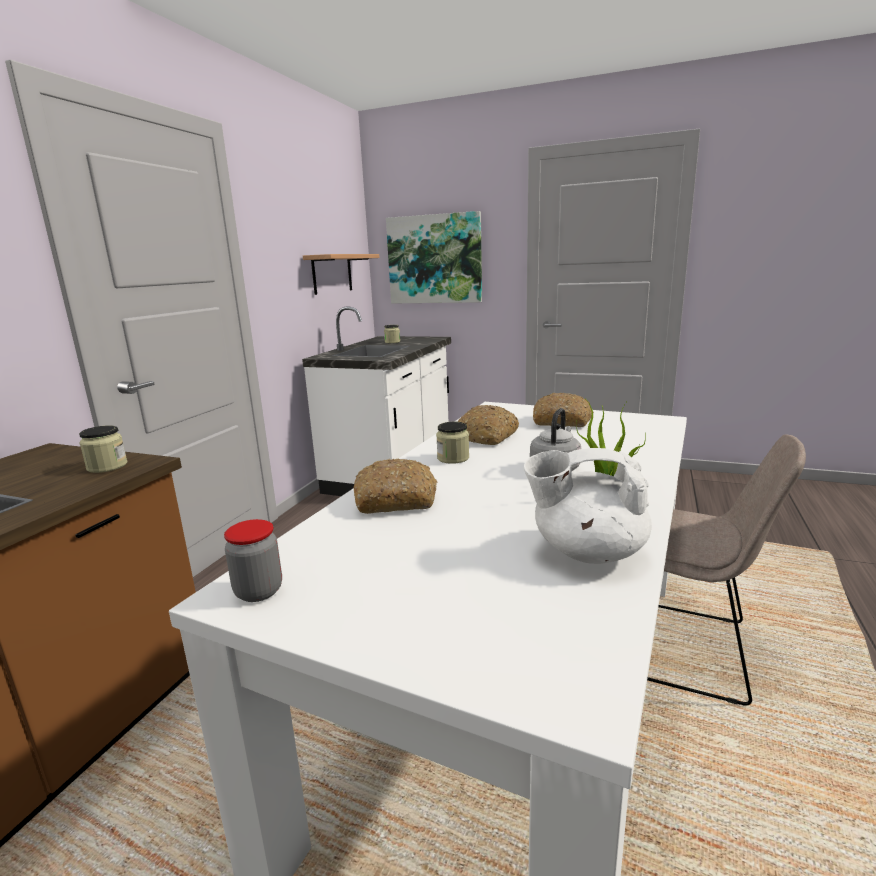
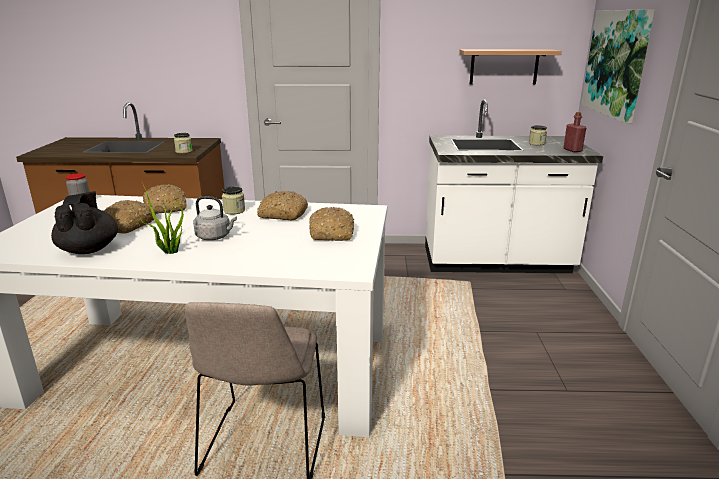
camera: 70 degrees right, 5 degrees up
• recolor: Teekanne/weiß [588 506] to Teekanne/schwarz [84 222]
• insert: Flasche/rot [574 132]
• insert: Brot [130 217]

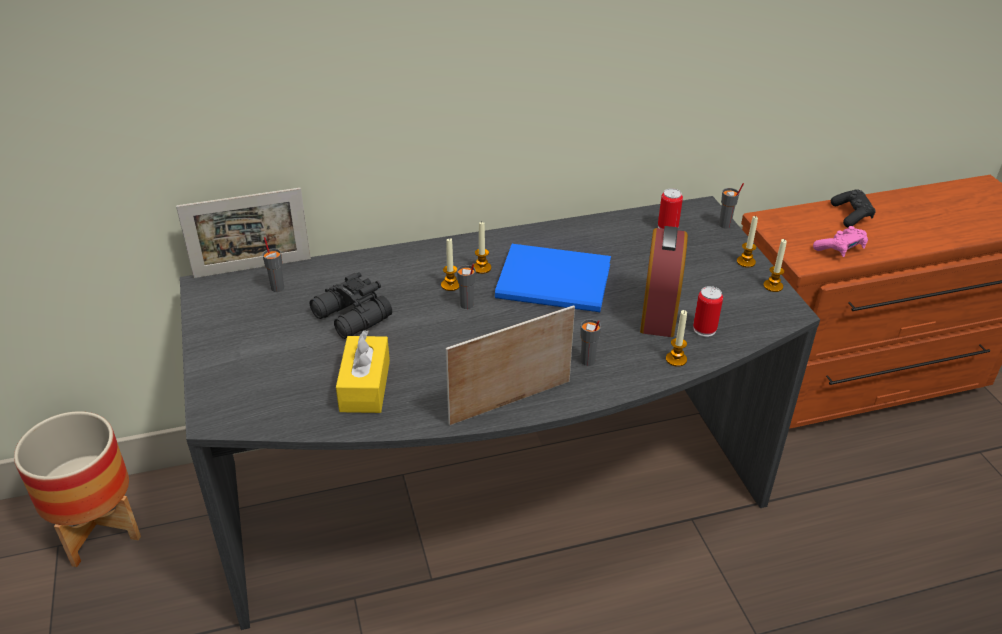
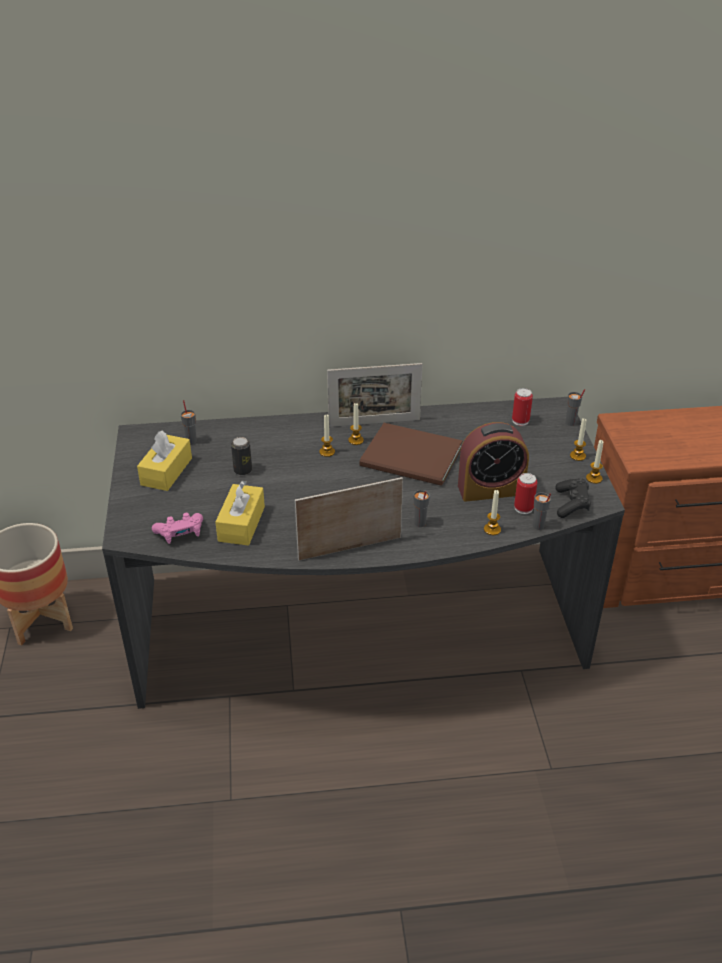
camera: 10 degrees right, 0 degrees up
• move: Bilderrahmen [243 233] to [375 395]
• move: Gamepad/schwarz [853 208] to [573 498]
• rotate: Wecker [664 281] = [493 462] 120 degrees counterclockwise
• move: Gamepad/rosa [840 241] to [177 528]
• recolor: Buch/blau [553 278] to Buch/braun [411 454]
• move: Tasse/grau [466 286] to [542 511]
• replace: Fernglas/schwarz [351 305] to Dose [241 456]
• insert: Taschentuchbox/gelb [164 461]

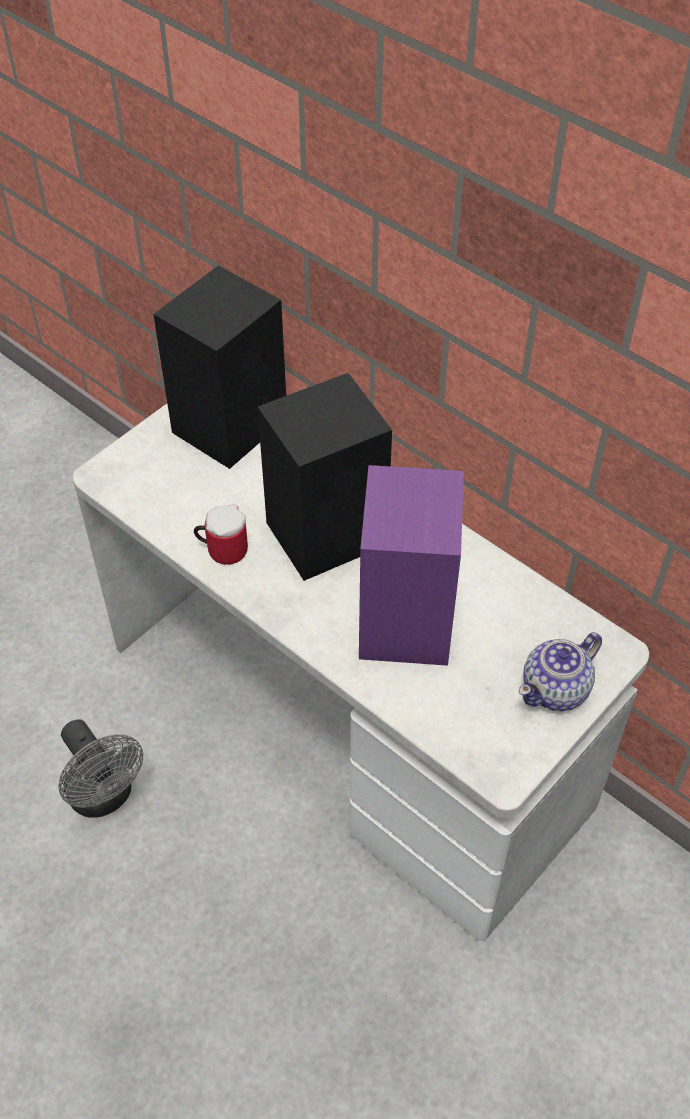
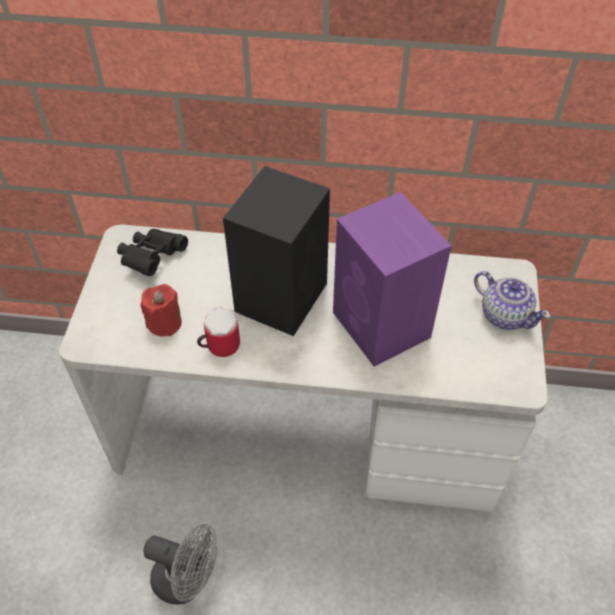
camera: 35 degrees left, 0 degrees up
• replace: Lautsprecher/schwarz [219 367] to Fernglas/schwarz [152 252]
• rotate: Teekanne [560 671] = [512 300] 60 degrees counterclockwise
• insert: Kerze/rot [161 310]

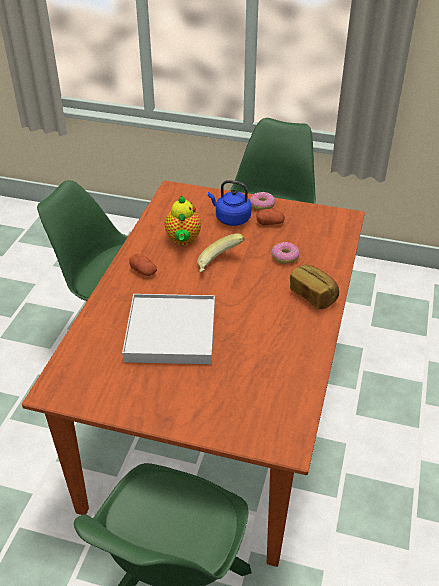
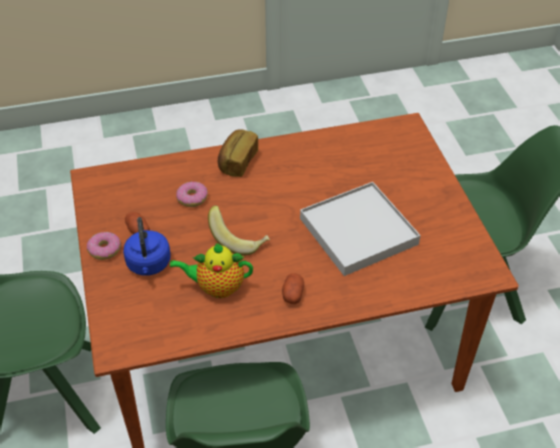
camera: 120 degrees left, 5 degrees up
• rotate: Teekanne [182 220] = [211 270] 150 degrees counterclockwise

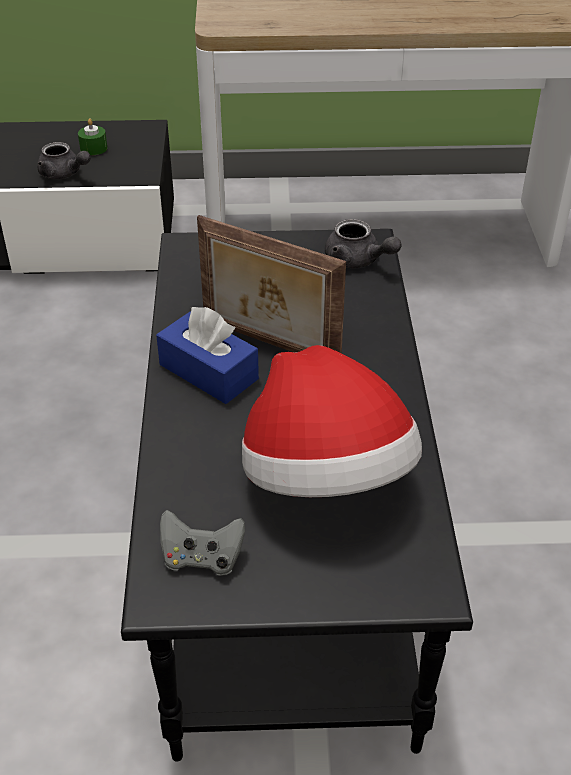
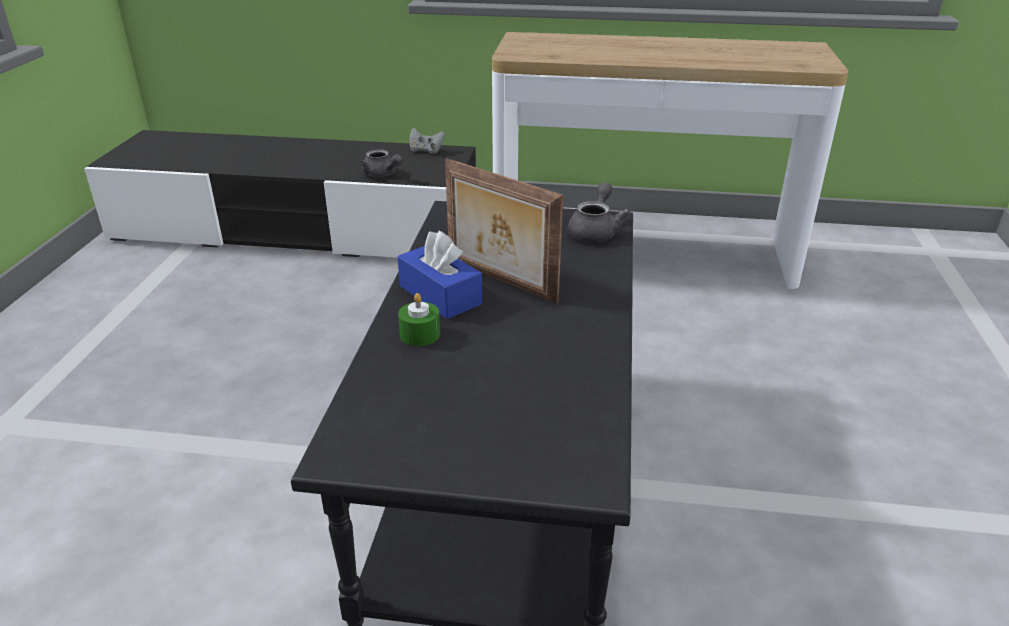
camera: 10 degrees right, 10 degrees down
• move: Kerze/grün [92 136] to [419 319]
• rotate: Teekanne/grau [363 243] = [599 212] 120 degrees counterclockwise
• delete: Hut [332 421]
• move: Gamepad/grau [202 543] to [427 141]

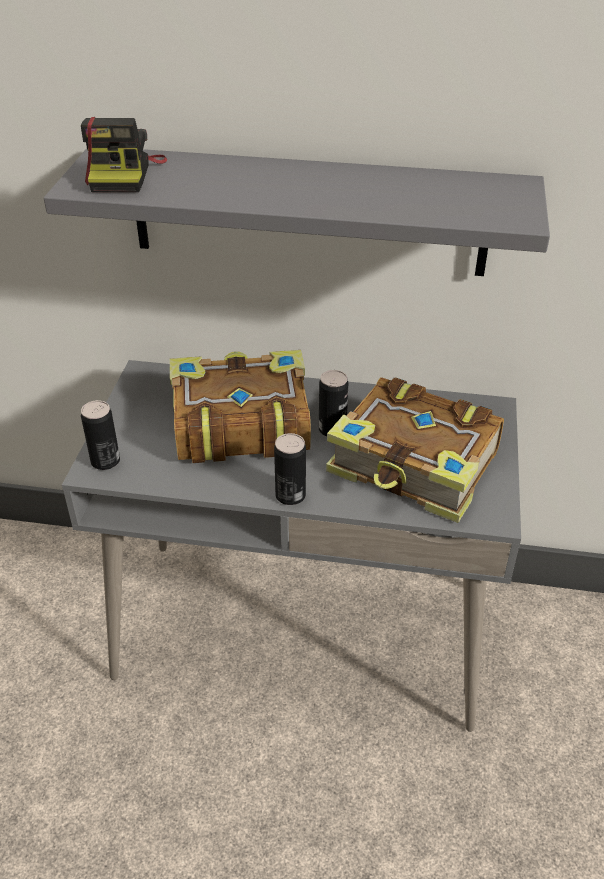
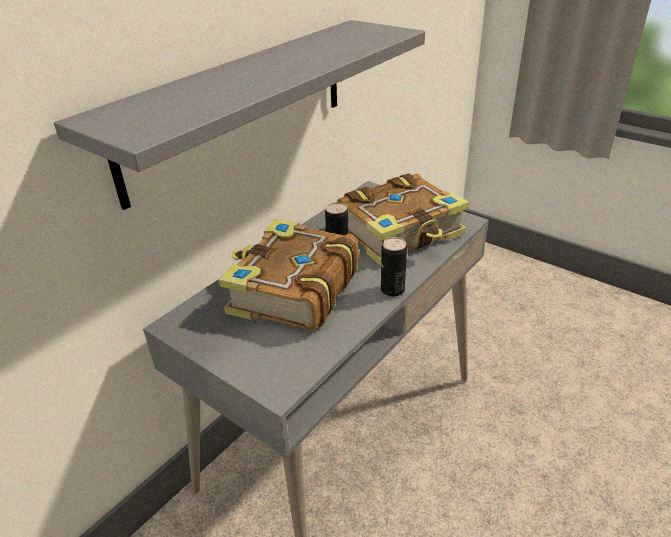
camera: 60 degrees left, 5 degrees down
• delete: Kamera [124 154]
• delete: Dose [100 435]

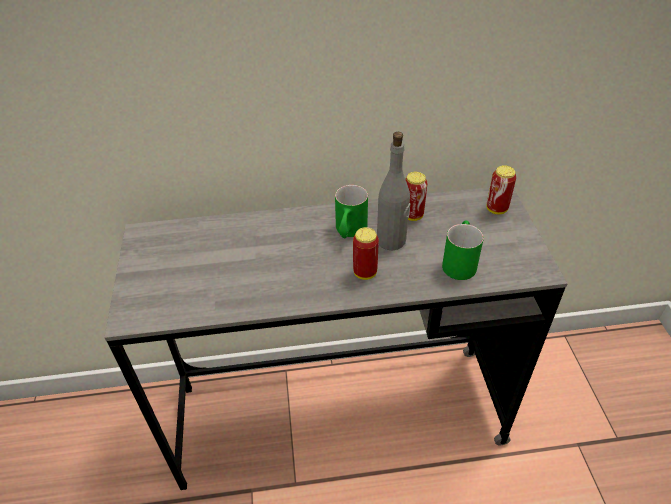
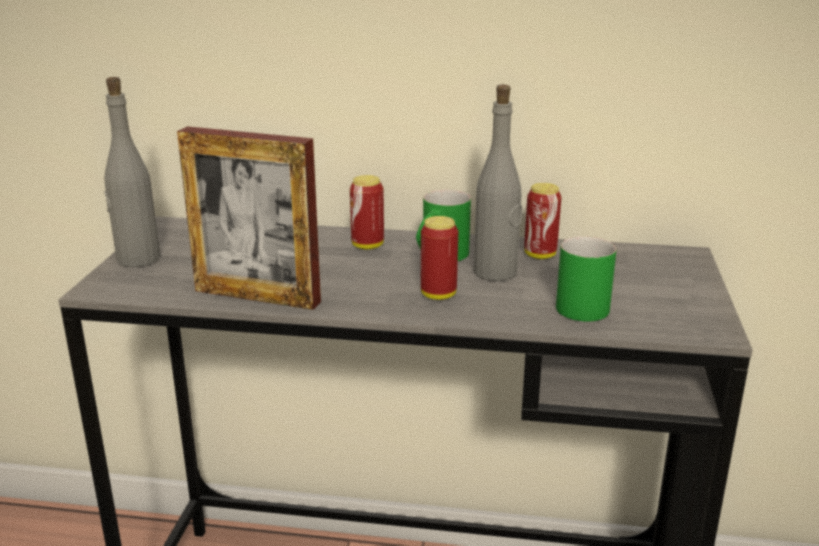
camera: 15 degrees right, 20 degrees down
• move: Dose [501 189] to [367 212]
• insert: Flasche/grau [132 172]
• insert: Bilderrahmen [249 218]

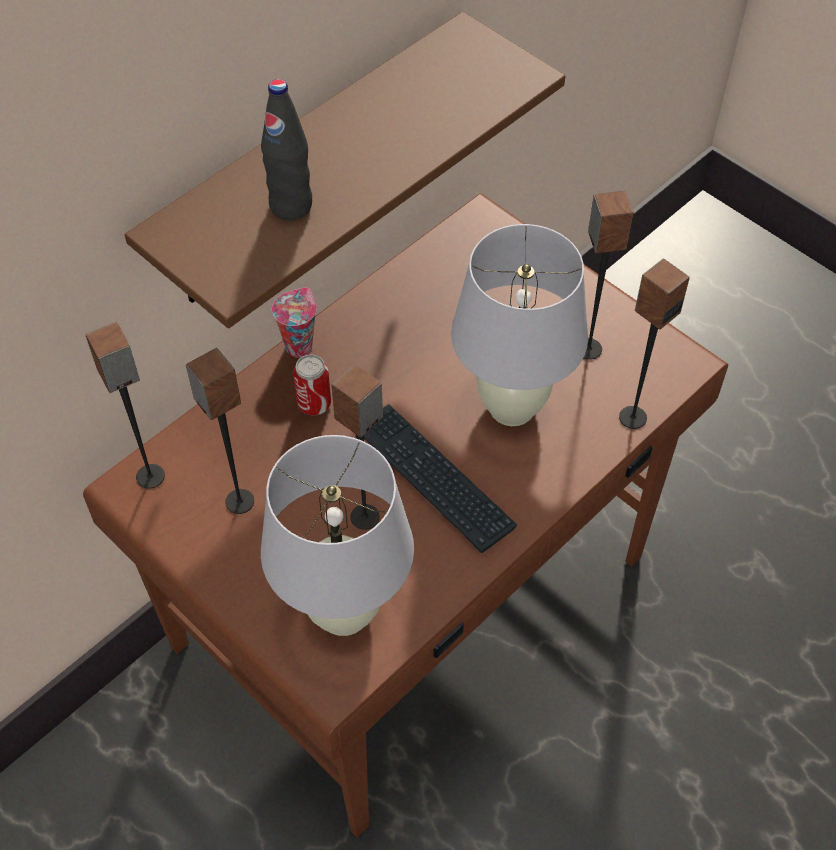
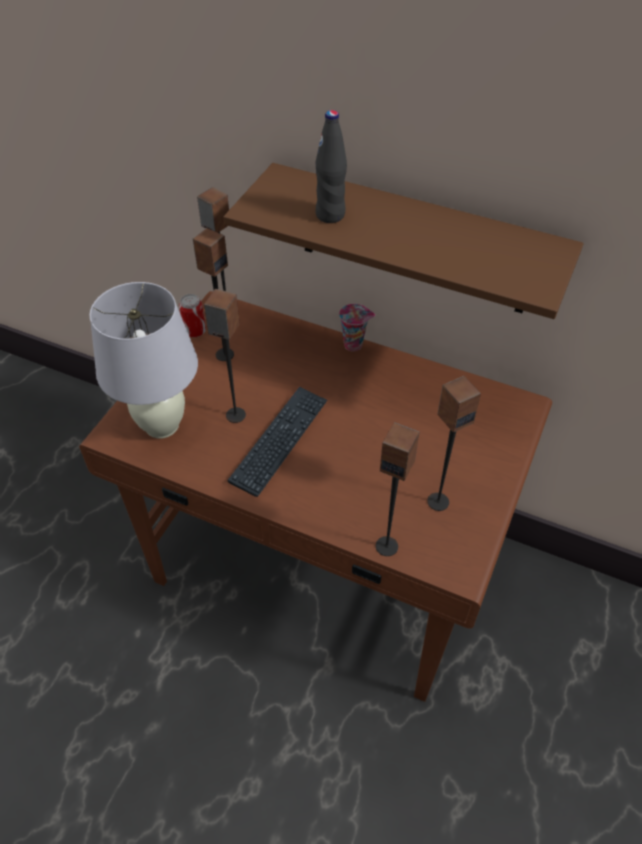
camera: 70 degrees right, 5 degrees down
• delete: Tischlampe/weiß [519 325]
• move: Dose [312 384] to [192 315]

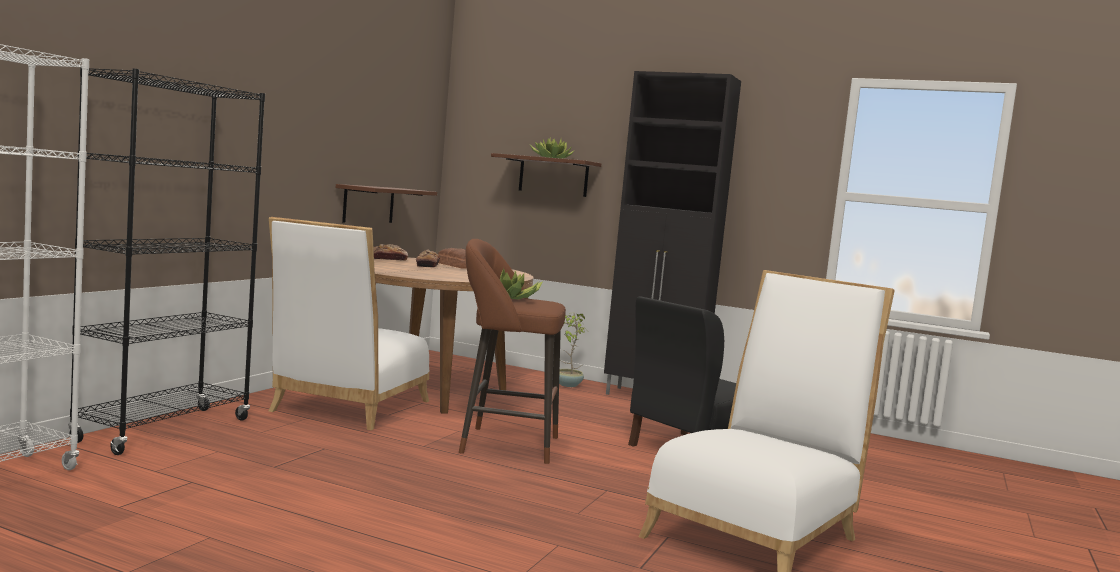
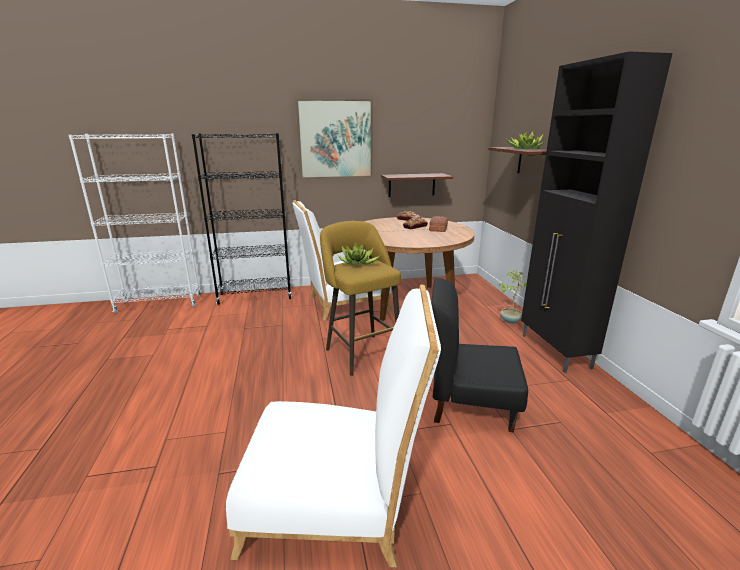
camera: 55 degrees right, 15 degrees up
• recolor: Hocker/braun [512 351] to Hocker/gelb [360 298]
• insert: Bild [334 138]

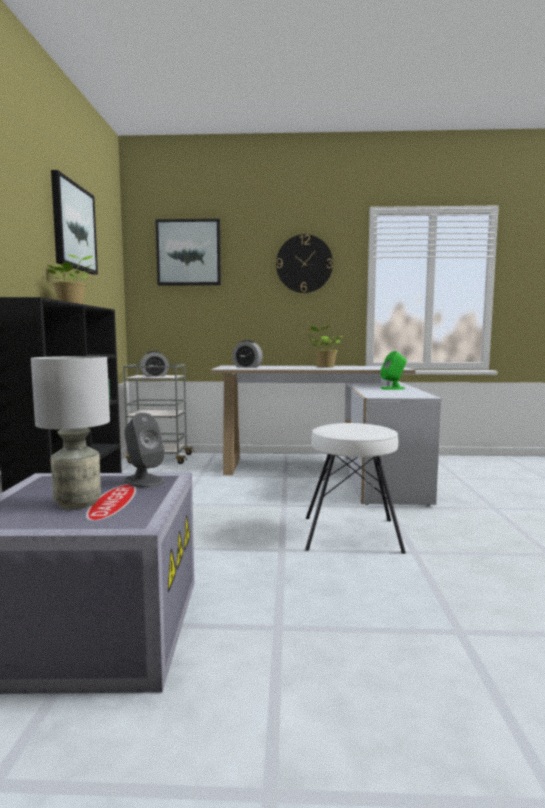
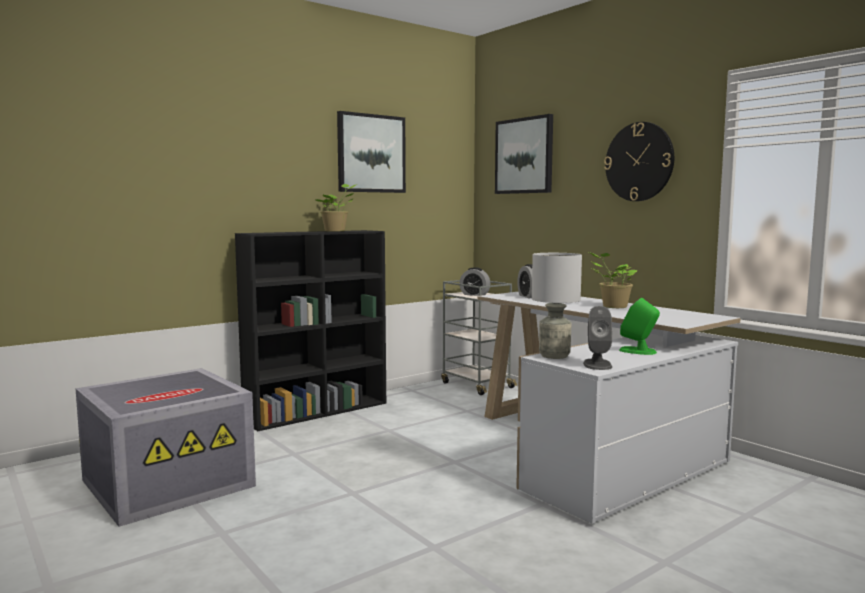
camera: 50 degrees right, 0 degrees up
• move: Tischlampe/grau [70 432] to [557 306]
• move: Lautsprecher/grau [144 450] to [597 338]
• delete: Hocker/weiß [355 488]

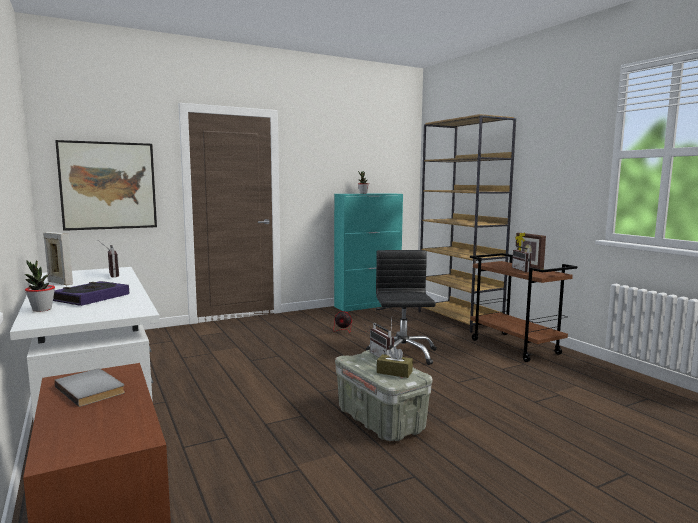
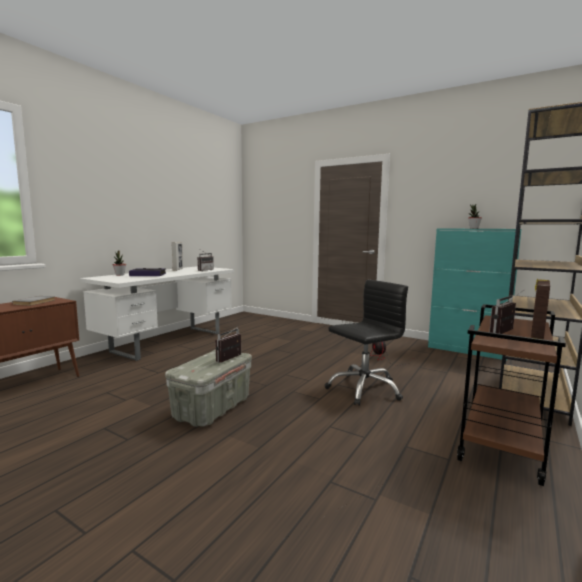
camera: 60 degrees right, 0 degrees up
• delete: Bild [106 185]
• delete: Taschentuchbox/braun [395 362]

